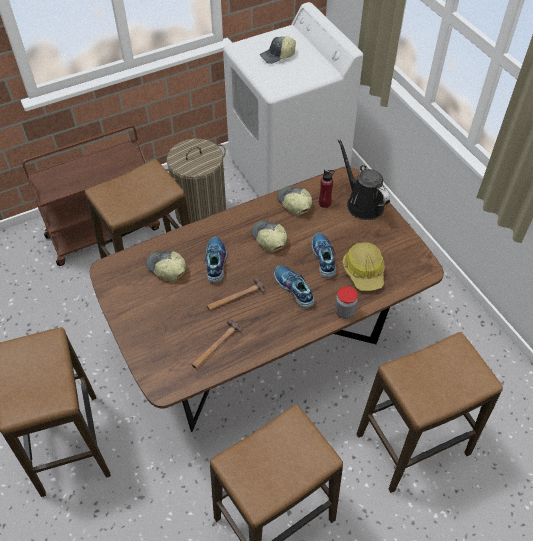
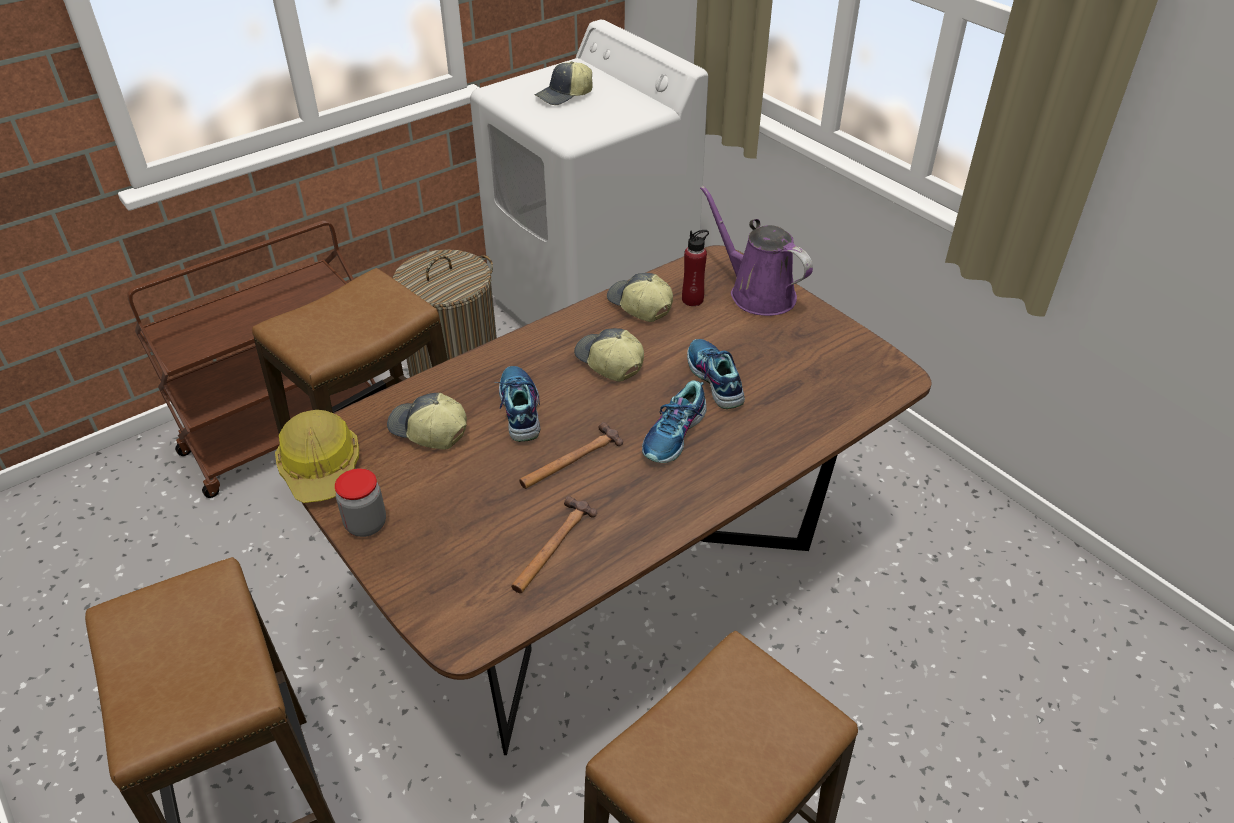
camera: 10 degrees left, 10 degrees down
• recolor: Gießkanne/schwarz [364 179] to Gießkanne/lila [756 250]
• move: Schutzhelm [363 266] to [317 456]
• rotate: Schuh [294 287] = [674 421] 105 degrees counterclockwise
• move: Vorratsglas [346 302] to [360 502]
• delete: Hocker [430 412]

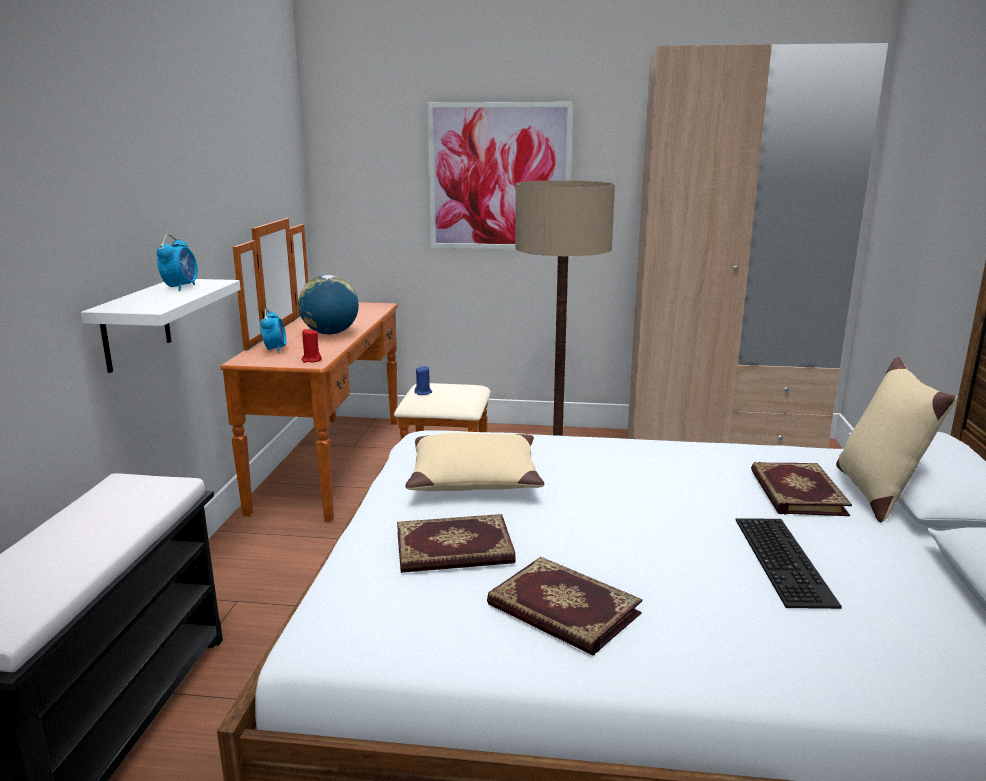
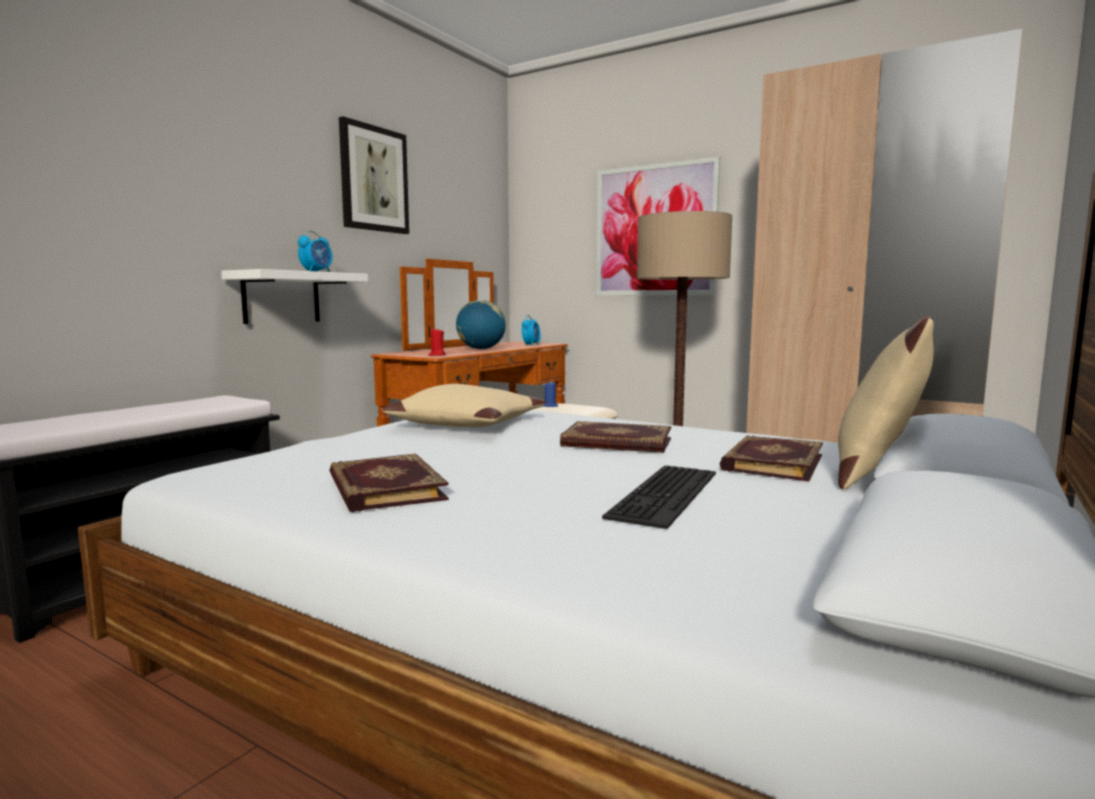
camera: 25 degrees right, 10 degrees down
• move: Wecker [274 331] to [531 330]
• move: Buch [456 543] to [615 437]
• insert: Bild [374 175]

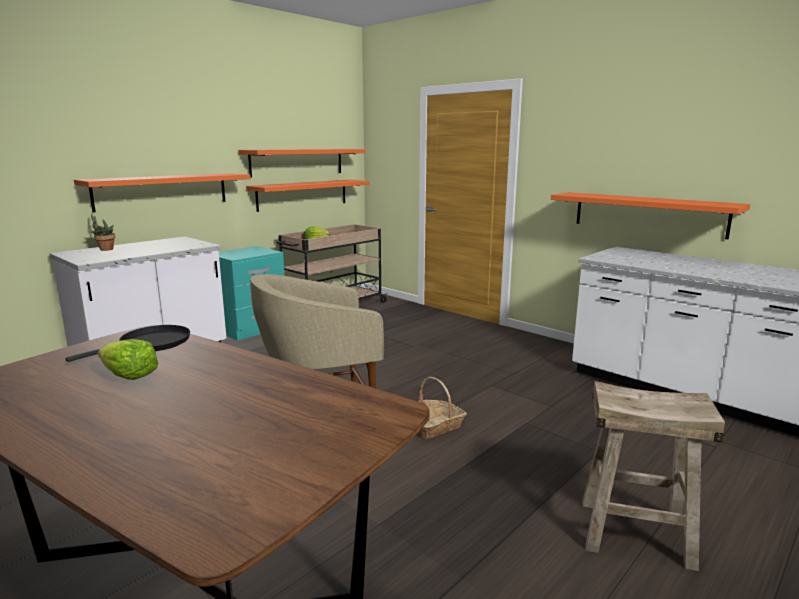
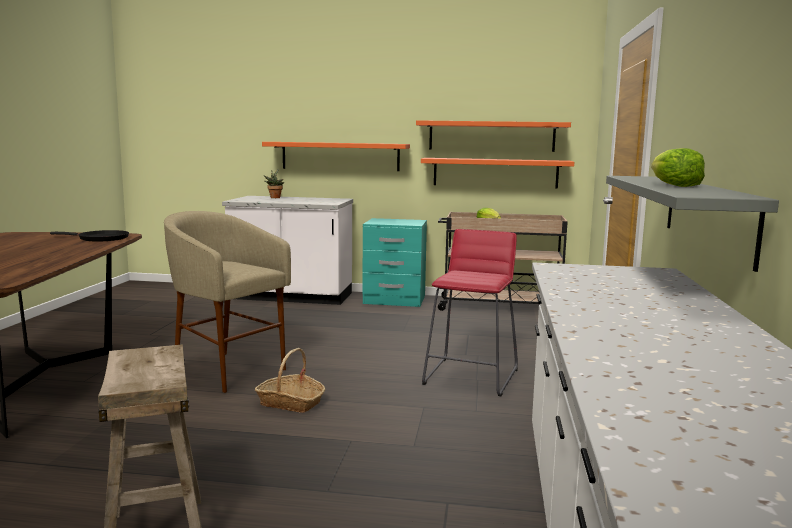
camera: 55 degrees right, 5 degrees down
• recolor: Wandregal/orange [650 215] to Wandregal/grau [692 224]
• move: Salatkopf [128 359] to [678 167]
• insert: Hocker/rot [470 312]

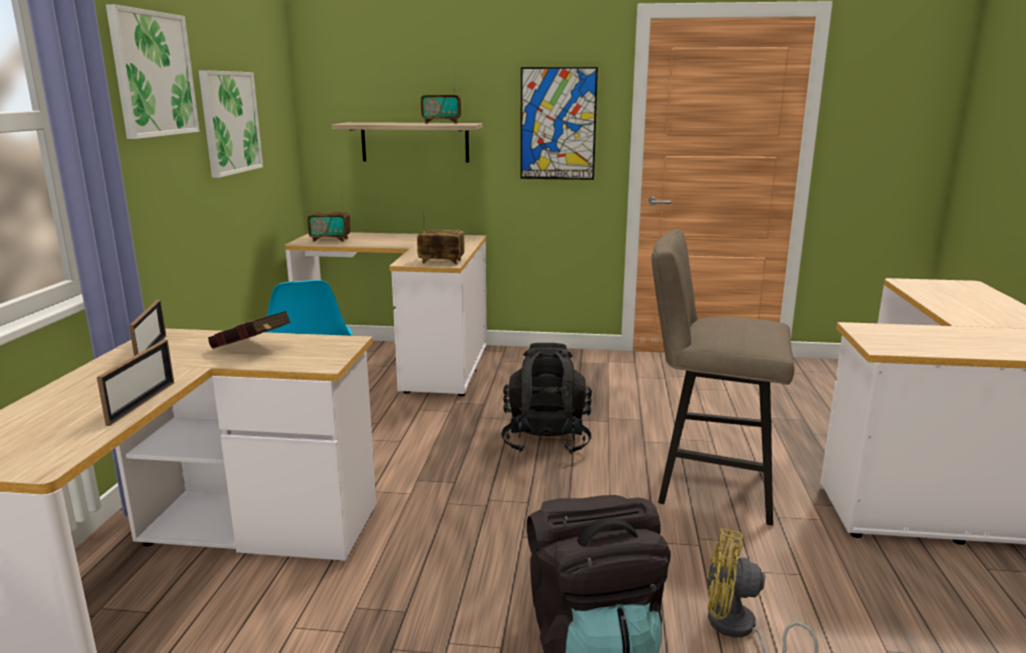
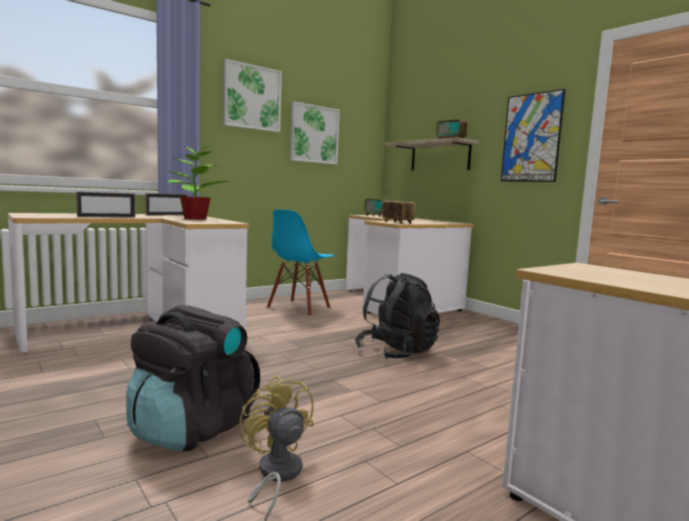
camera: 45 degrees right, 10 degrees down
• delete: Hocker/beige [723 377]
• replace: Buch/rot [249 330] to Topfpflanze [198 180]

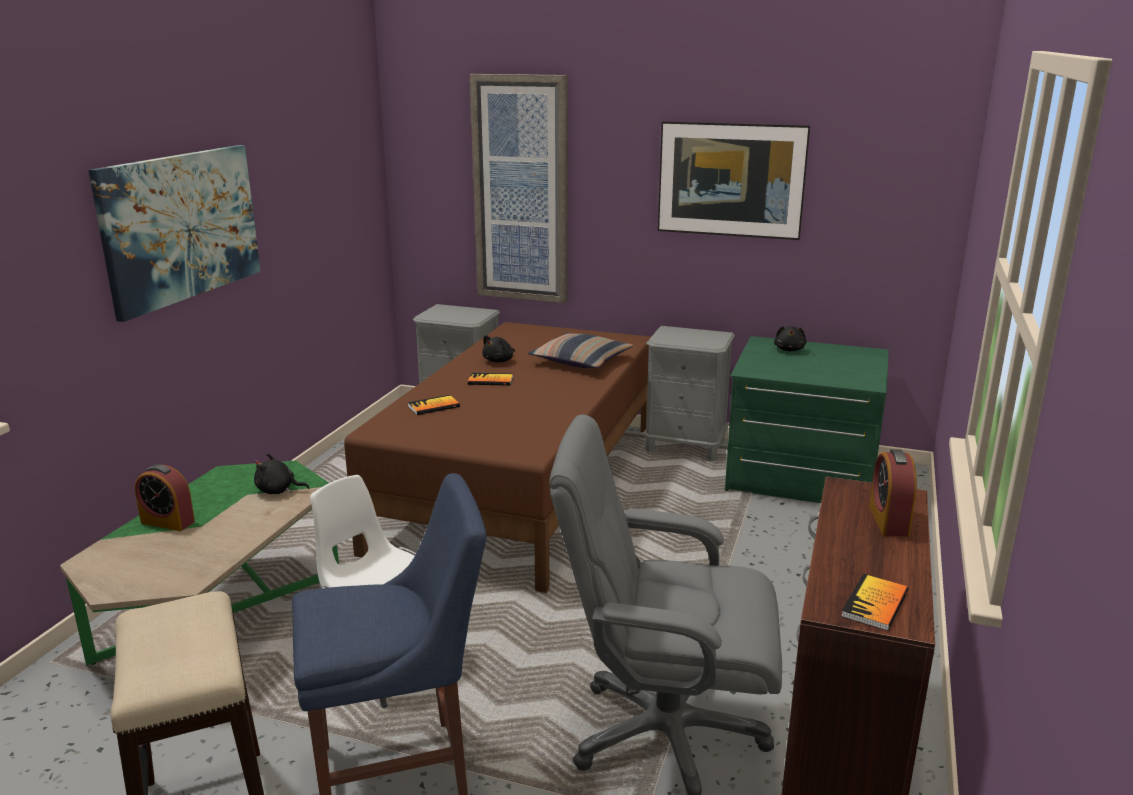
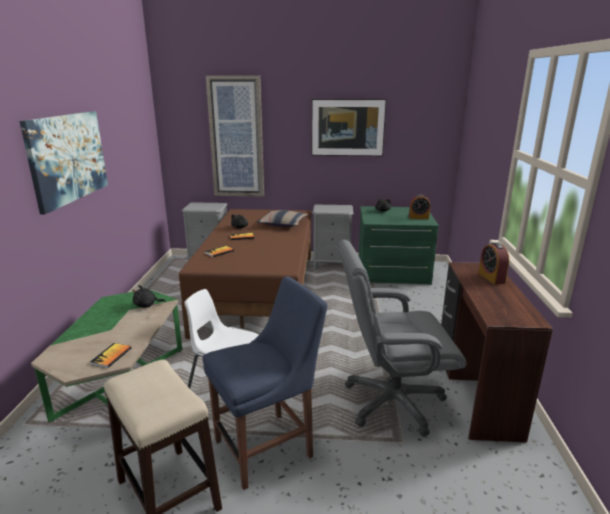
camera: 15 degrees left, 0 degrees up
• move: Wecker [165 497] to [419 206]
• move: Buch [874 602] to [110 355]

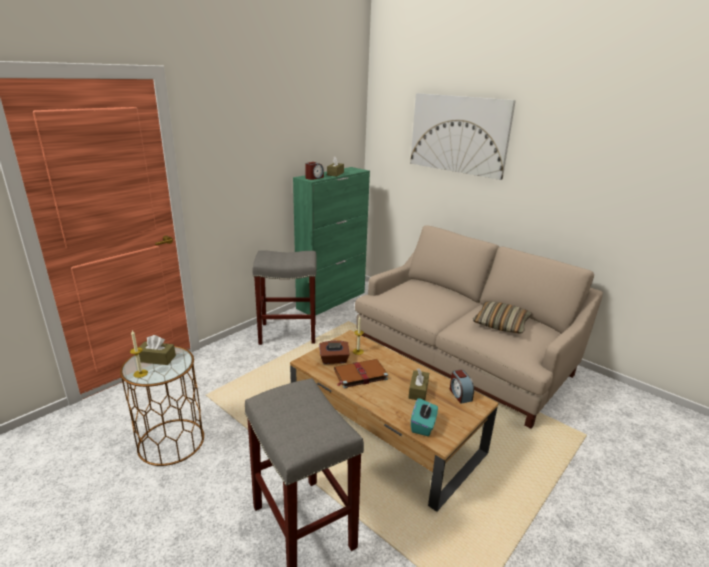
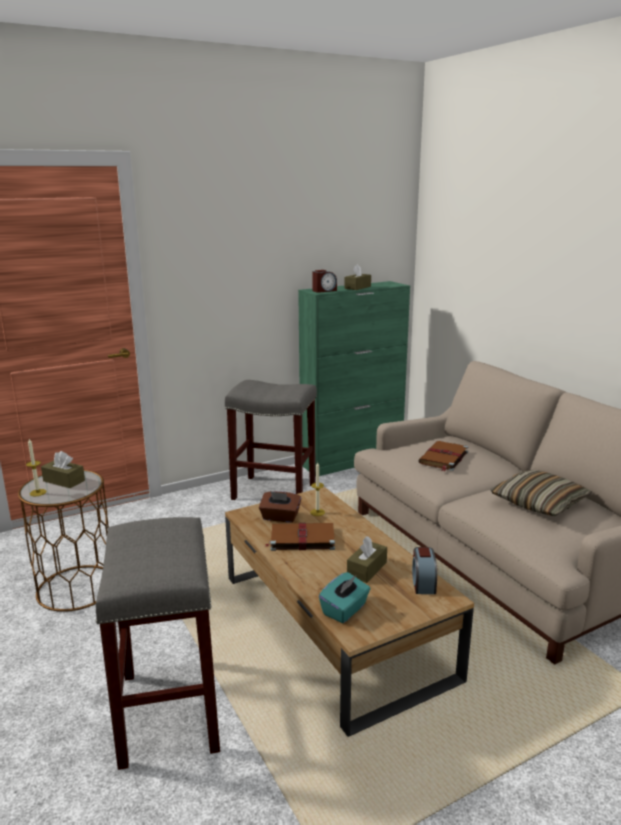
camera: 20 degrees right, 5 degrees down
• delete: Bild [463 136]
• insert: Buch/braun [444 456]

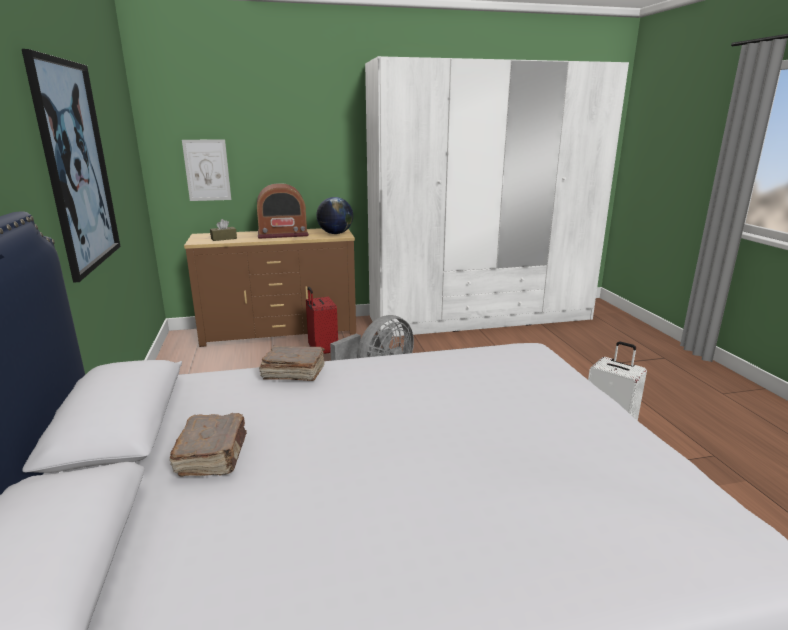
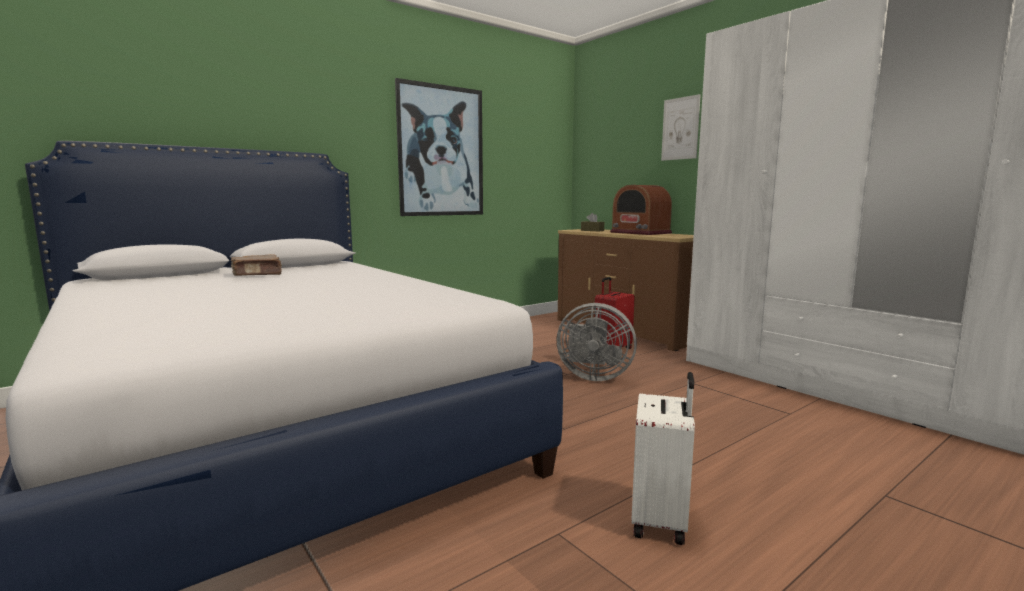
camera: 65 degrees right, 10 degrees down
• move: Bild [206 170] to [681 127]
• delete: Globus [334 215]
• delete: Buch/braun [292 363]

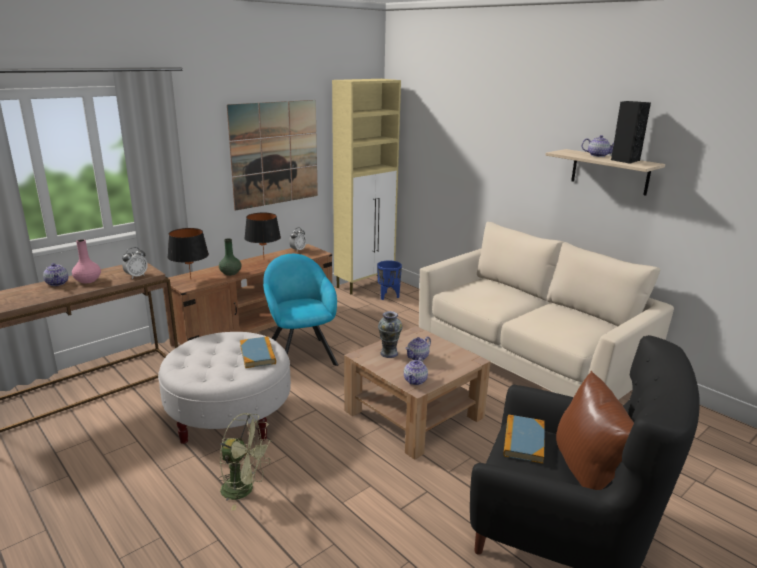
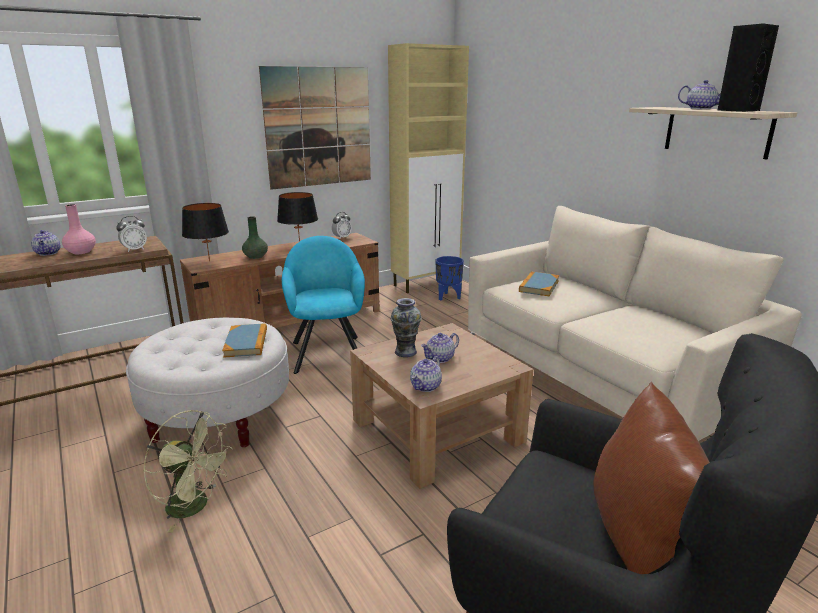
camera: 10 degrees right, 0 degrees up
• move: Buch [524 439] to [539 283]

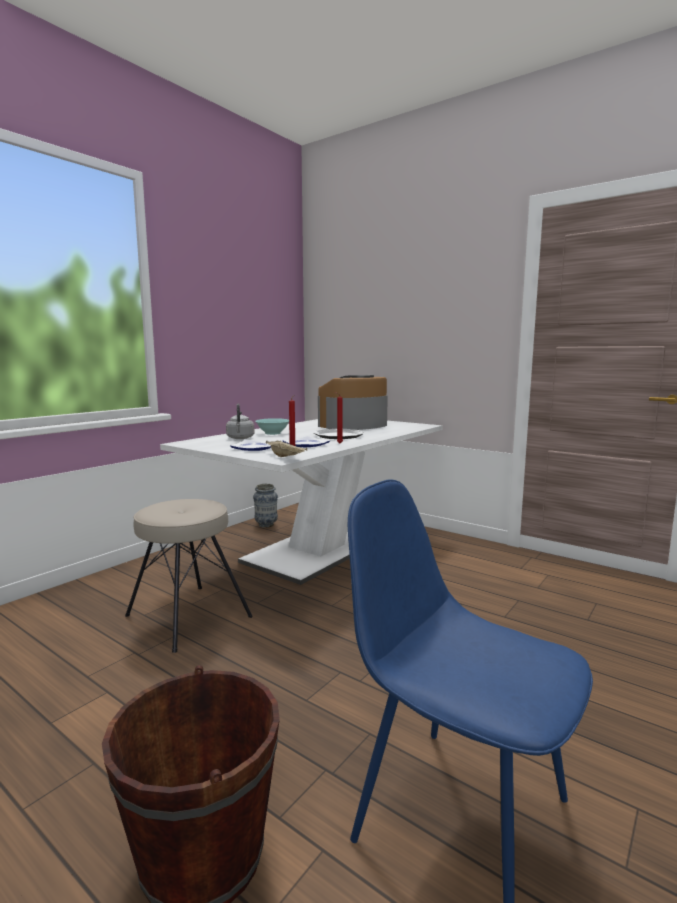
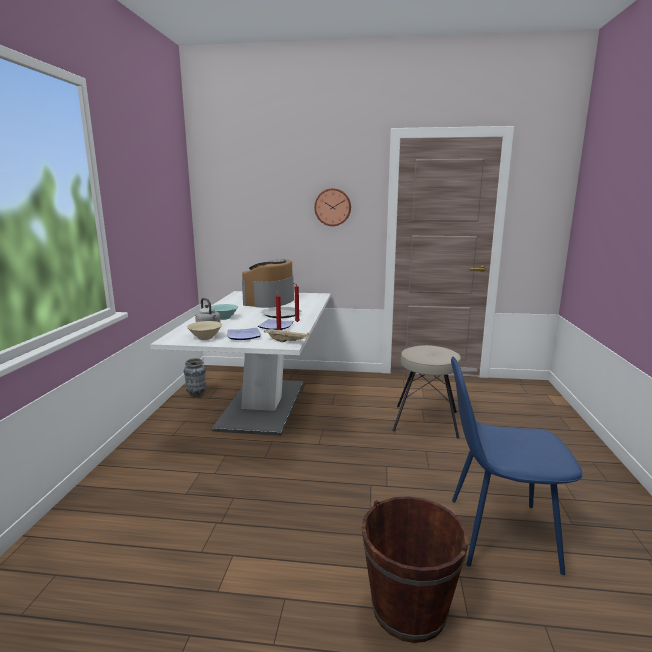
camera: 30 degrees left, 5 degrees up
• move: Hocker/beige [189 576] to [426 392]
• insert: Wanduhr [332 207]
• insert: Schüssel/beige [204 330]

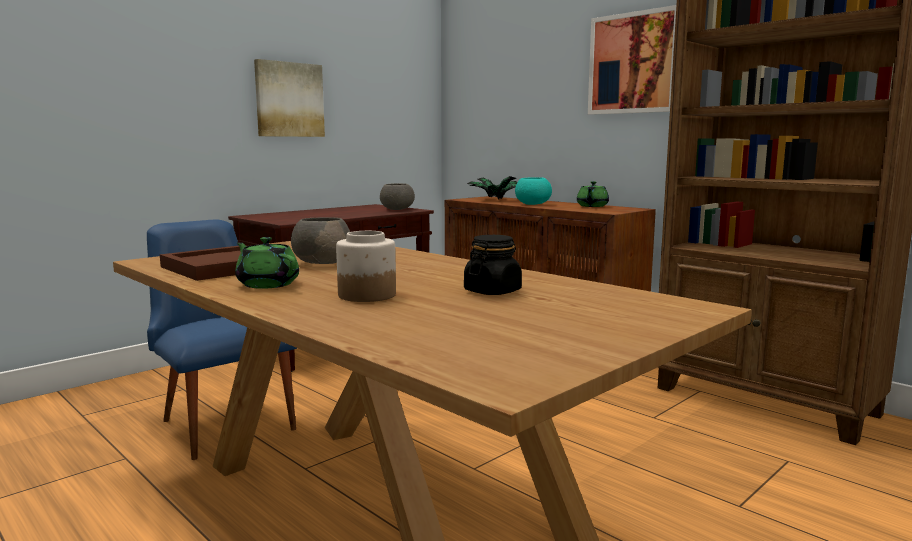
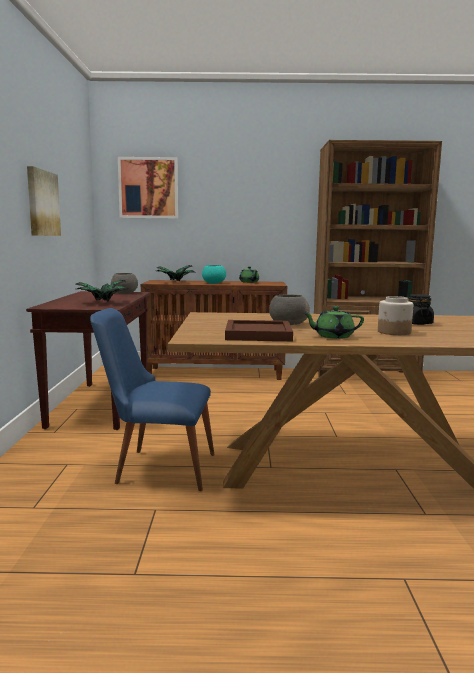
camera: 45 degrees left, 0 degrees up
• move: Bild [632 60] to [148 188]
• insert: Topfpflanze [102 291]

